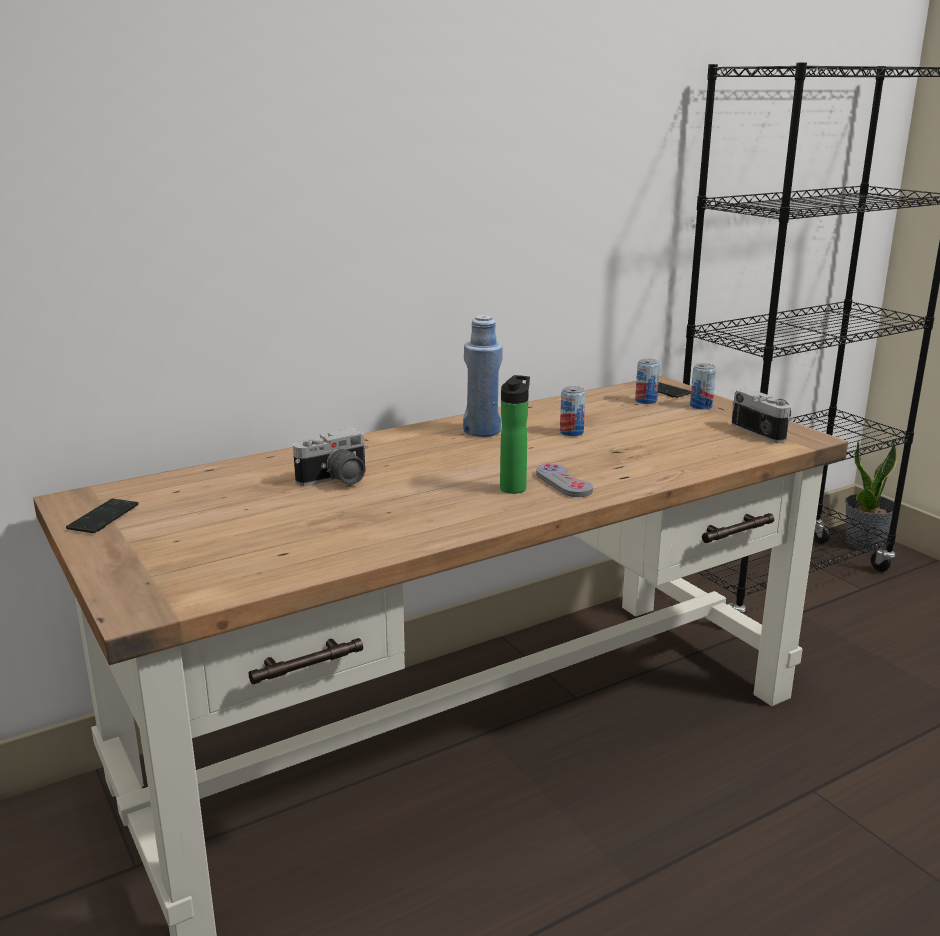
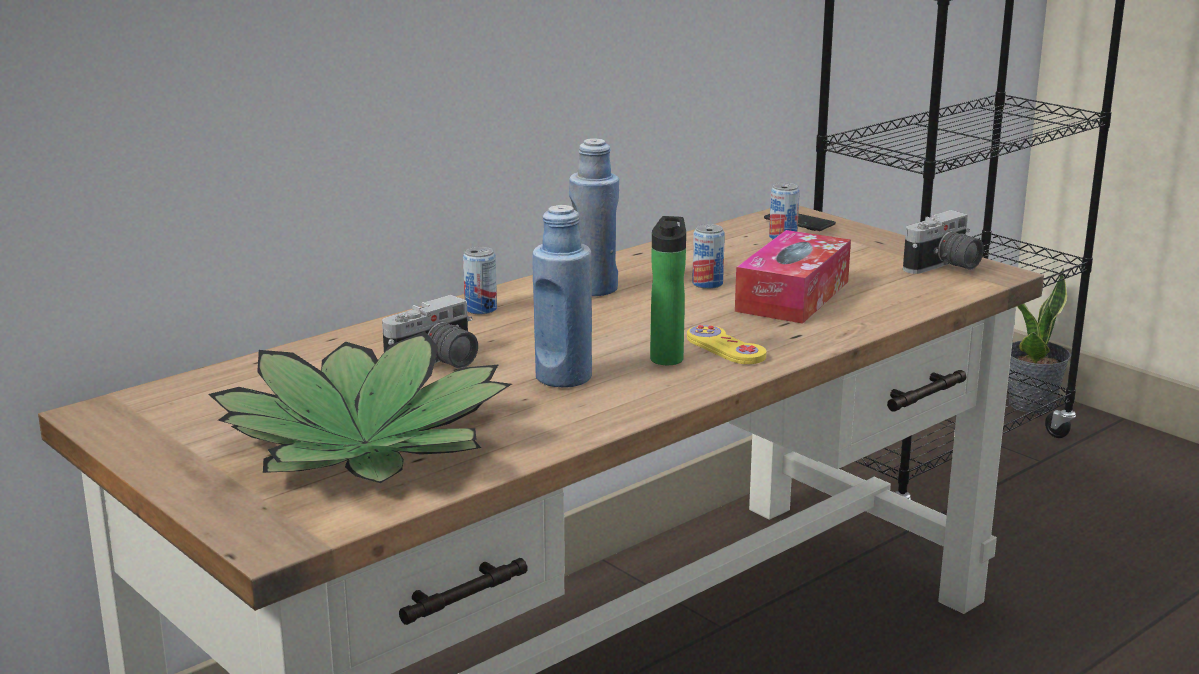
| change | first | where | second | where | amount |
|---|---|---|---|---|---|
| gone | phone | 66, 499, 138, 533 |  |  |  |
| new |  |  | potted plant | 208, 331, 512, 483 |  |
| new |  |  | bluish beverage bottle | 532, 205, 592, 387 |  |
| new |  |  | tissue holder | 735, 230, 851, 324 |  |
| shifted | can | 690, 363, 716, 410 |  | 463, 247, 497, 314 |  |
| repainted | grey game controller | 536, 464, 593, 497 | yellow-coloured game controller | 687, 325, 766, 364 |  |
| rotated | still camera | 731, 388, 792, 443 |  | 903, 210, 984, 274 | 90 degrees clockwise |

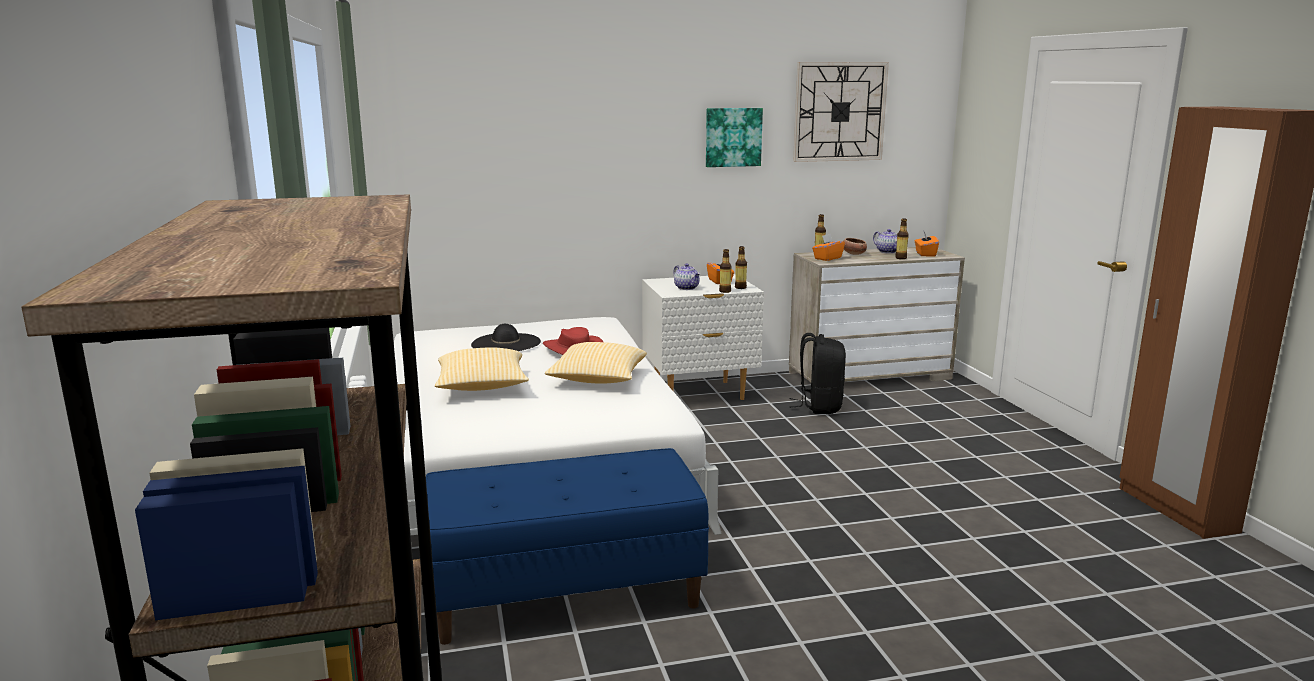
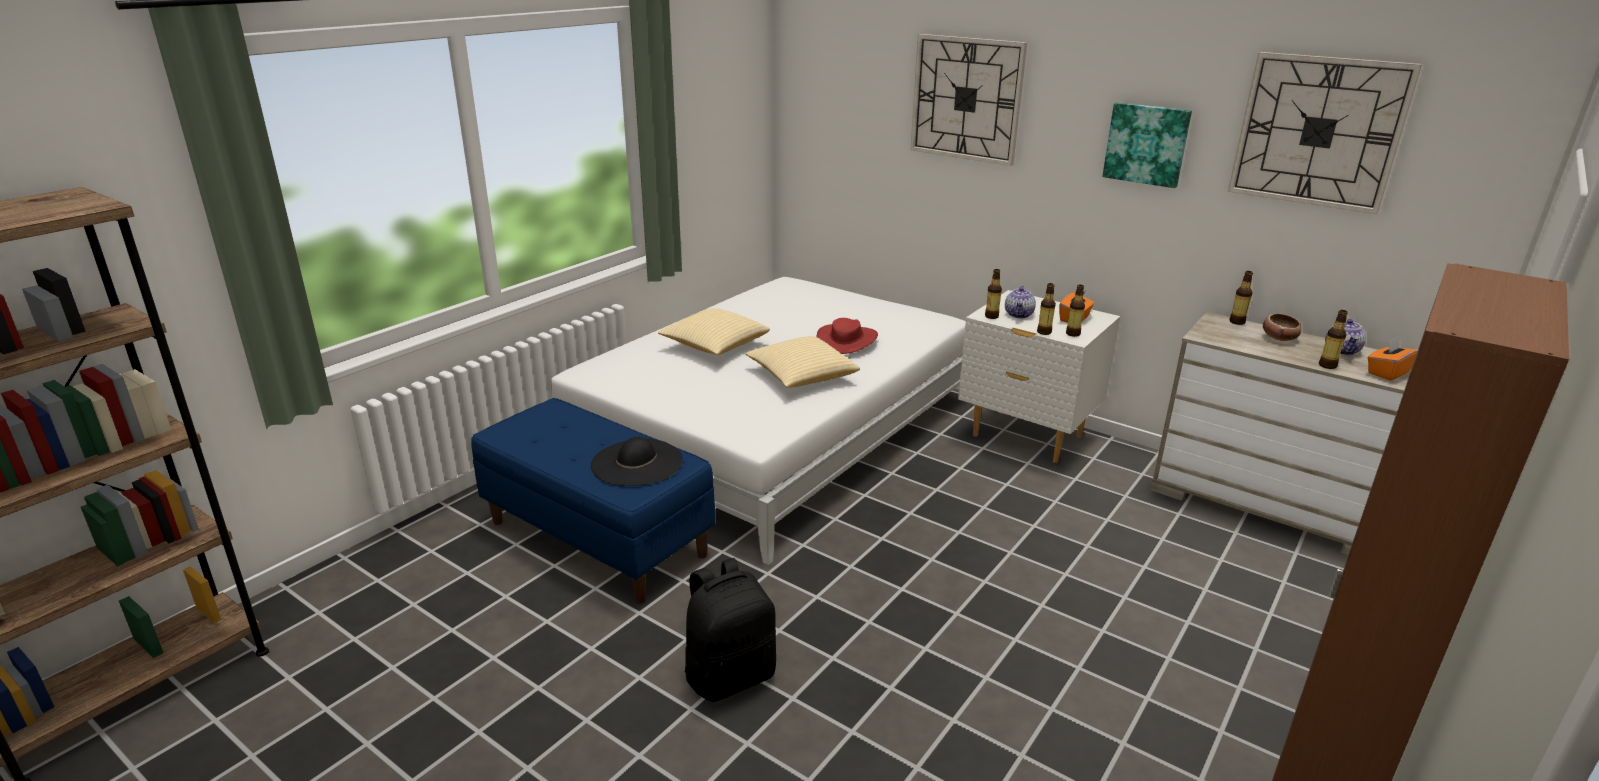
| change | first | where | second | where | amount |
|---|---|---|---|---|---|
| gone | orange tissue holder | 812, 234, 845, 261 |  |  |  |
| new |  |  | hanging clock | 910, 34, 1027, 166 |  |
| new |  |  | beverage bottle | 985, 269, 1002, 319 |  |
| shifted | blackish wearable hat | 471, 324, 541, 351 |  | 591, 437, 683, 486 |  |
| shifted | blackish rucksack | 789, 333, 846, 414 |  | 685, 558, 776, 702 |  |

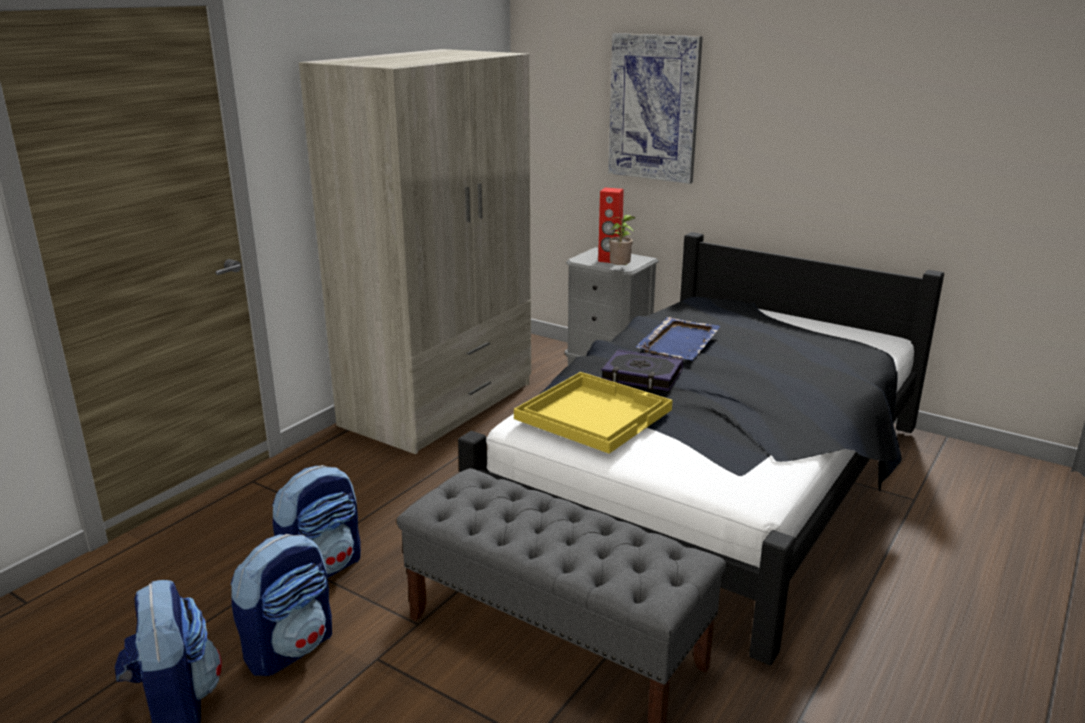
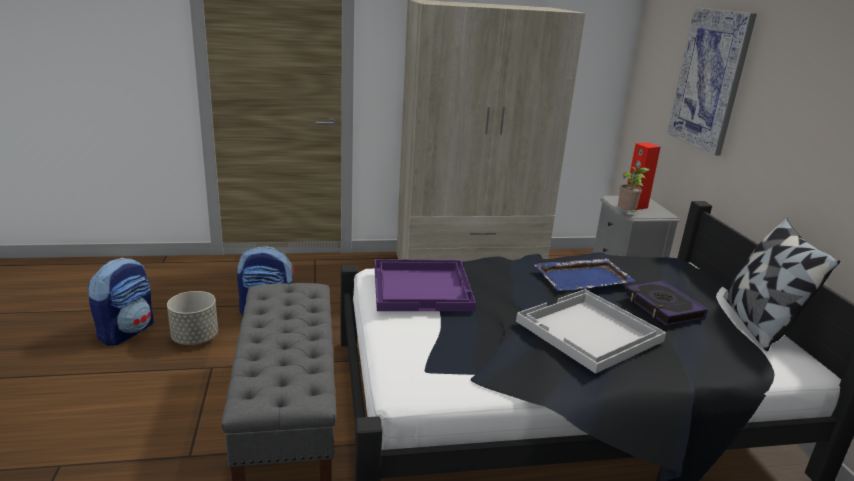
| change | first | where | second | where | amount |
|---|---|---|---|---|---|
| new |  |  | white tray | 516, 289, 666, 374 |  |
| new |  |  | throw pillow | 724, 217, 840, 351 |  |
| shifted | book | 601, 350, 683, 391 |  | 624, 281, 708, 326 |  |
| swapped | rucksack | 231, 534, 332, 676 | grey flower pot | 167, 291, 218, 345 |  |
| repainted | yellow-coloured tray | 514, 372, 673, 454 | purple-coloured tray | 375, 259, 476, 311 |  |

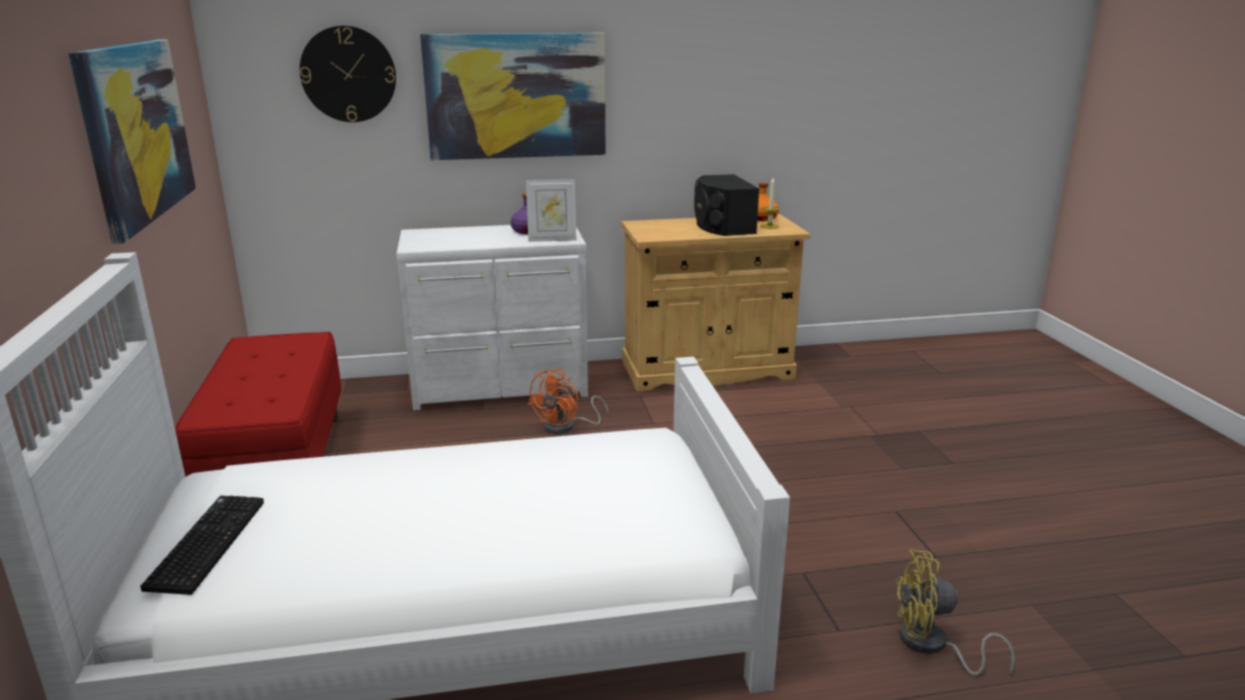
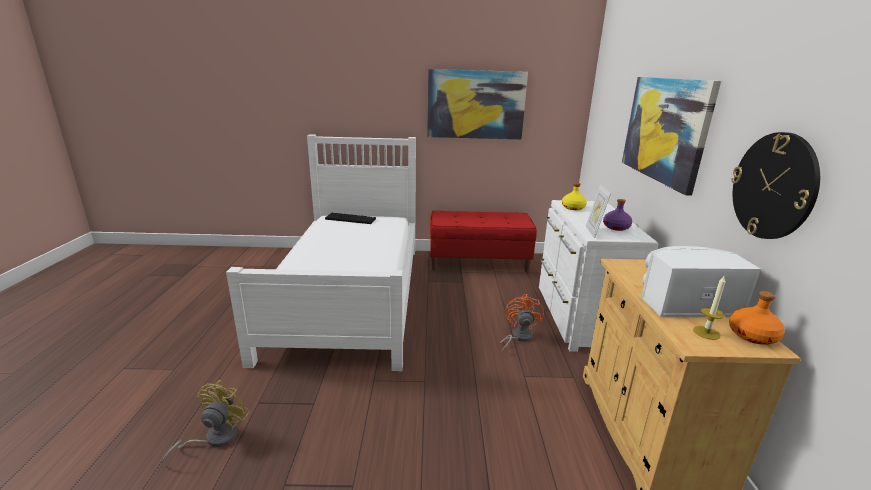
| change | first | where | second | where | amount |
|---|---|---|---|---|---|
| new |  |  | yellow-coloured beverage bottle | 562, 182, 587, 210 |  |
| shifted | hanging clock | 300, 26, 396, 122 |  | 731, 132, 820, 239 |  |
| repainted | blackish loudspeaker | 694, 174, 759, 236 | white loudspeaker | 641, 246, 761, 317 |  |
| rotated | orange electric fan | 528, 368, 609, 434 |  | 500, 294, 544, 352 | 60 degrees clockwise |

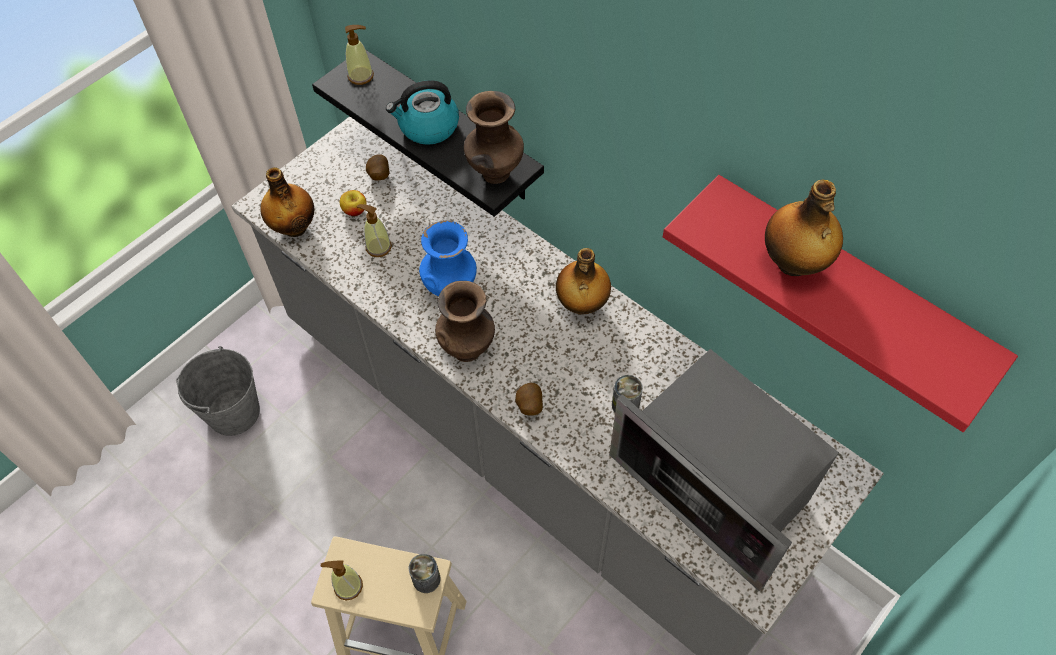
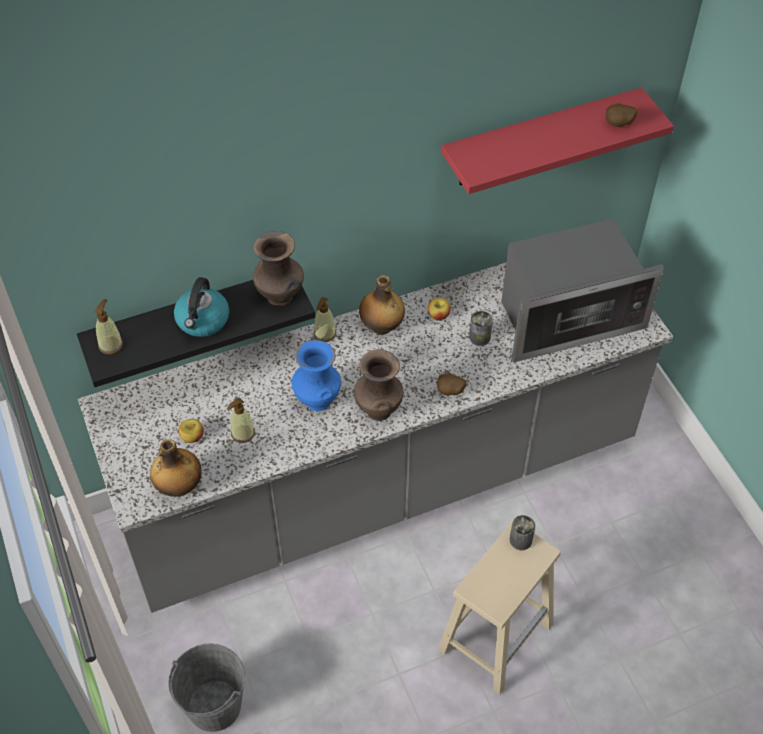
| change | first | where | second | where | amount |
|---|---|---|---|---|---|
| gone | beverage bottle | 765, 180, 843, 276 |  |  |  |
| new |  |  | apple | 428, 298, 451, 320 |  |
| shifted | liquid soap bottle | 320, 560, 363, 601 |  | 314, 297, 336, 342 |  |
| shifted | potato | 366, 154, 390, 180 |  | 606, 103, 638, 127 |  |

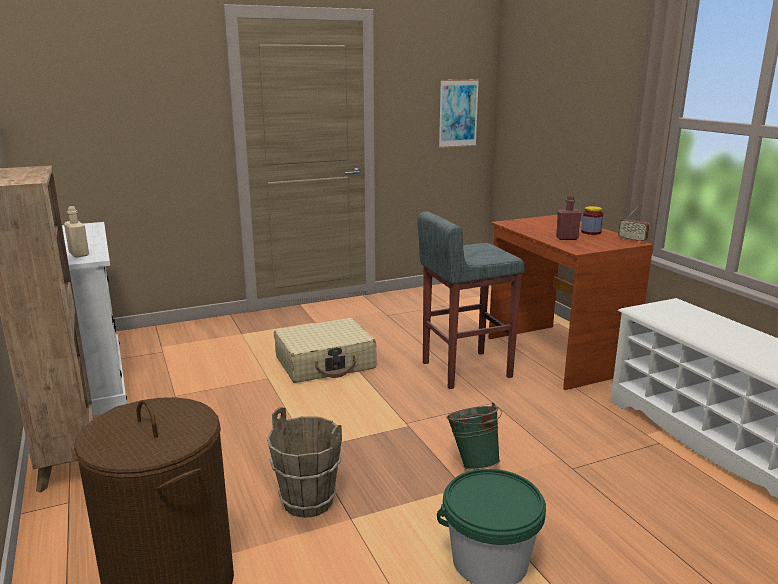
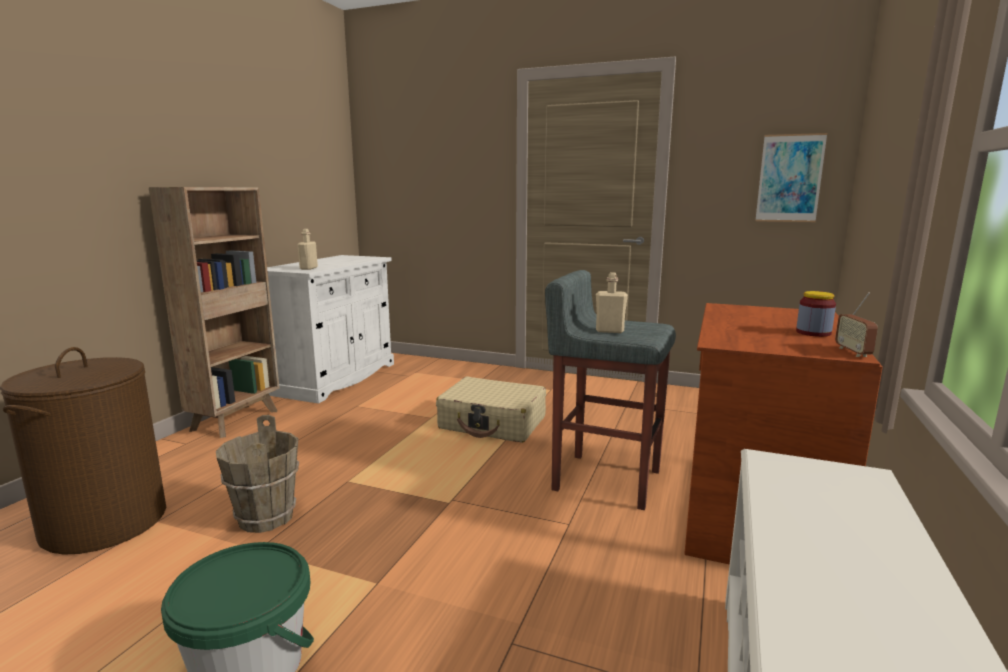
| change | first | where | second | where | amount |
|---|---|---|---|---|---|
| gone | green pail | 446, 403, 502, 470 |  |  |  |
| gone | red-coloured beverage bottle | 556, 195, 582, 240 |  |  |  |
| new |  |  | beige-coloured beverage bottle | 596, 272, 628, 333 |  |

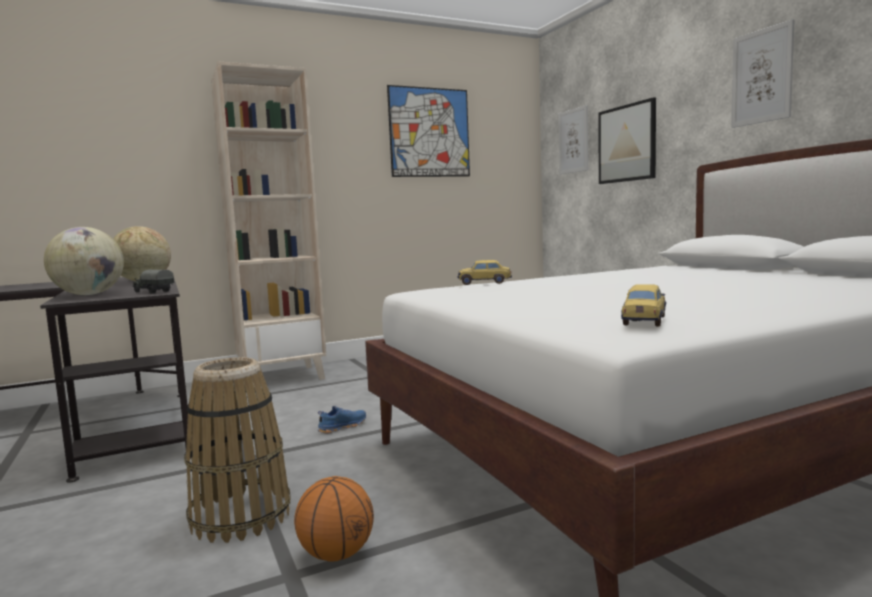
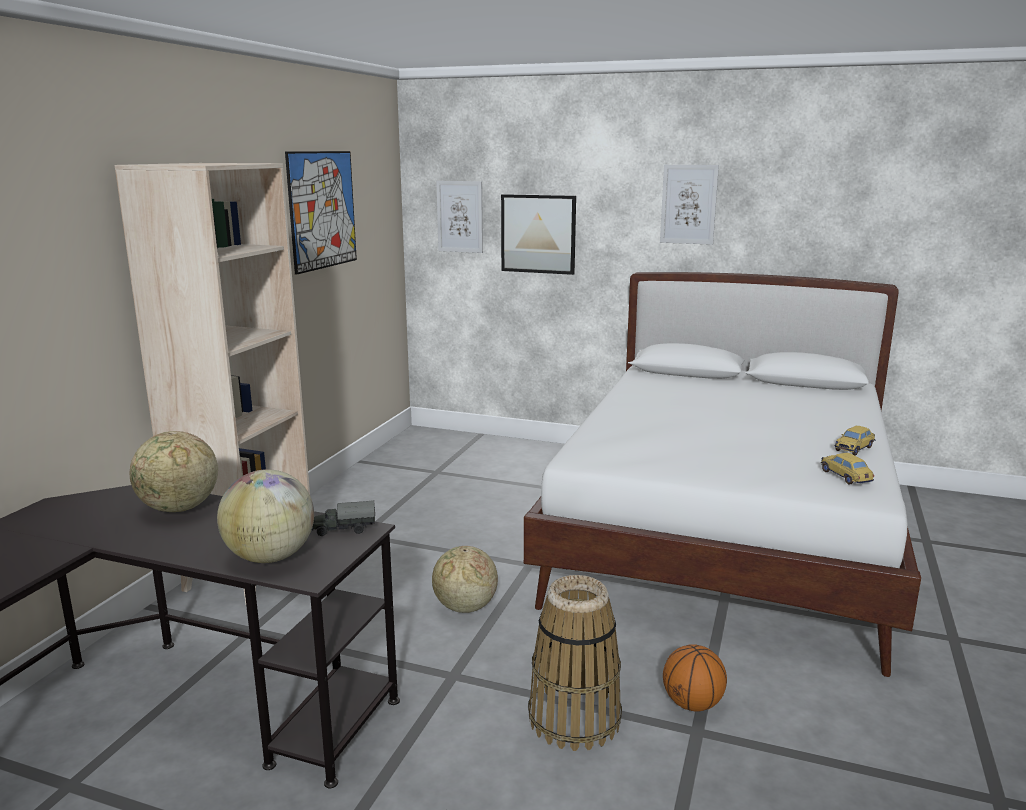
| change | first | where | second | where | amount |
|---|---|---|---|---|---|
| shifted | model car | 457, 260, 512, 285 |  | 835, 426, 875, 456 |  |
| swapped | bluish item of footwear | 318, 406, 366, 433 | world globe | 432, 546, 498, 613 |  |

